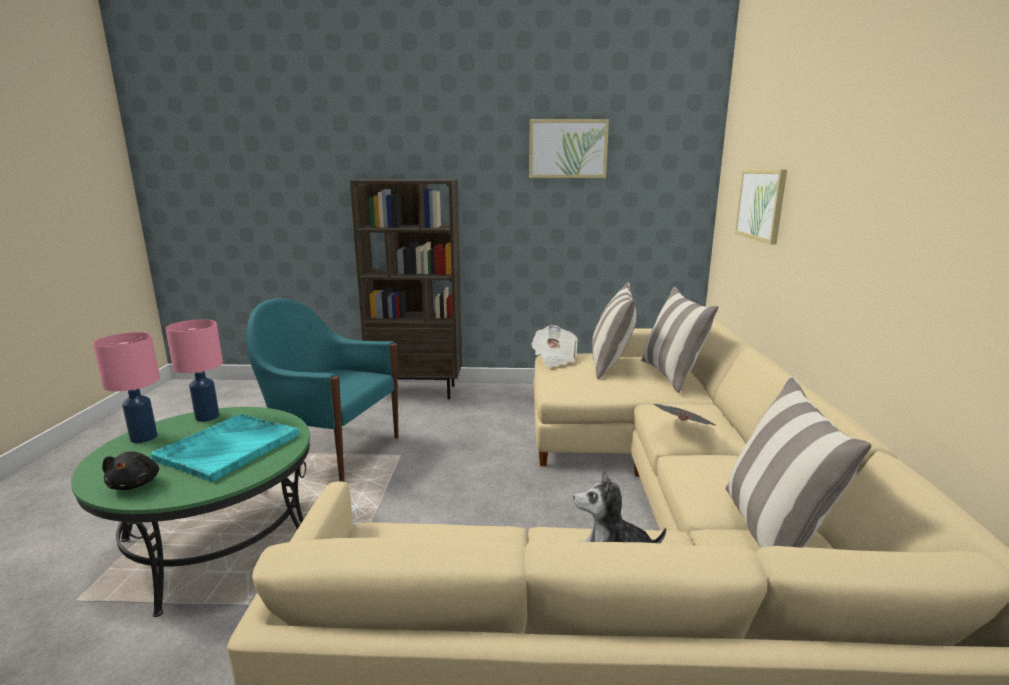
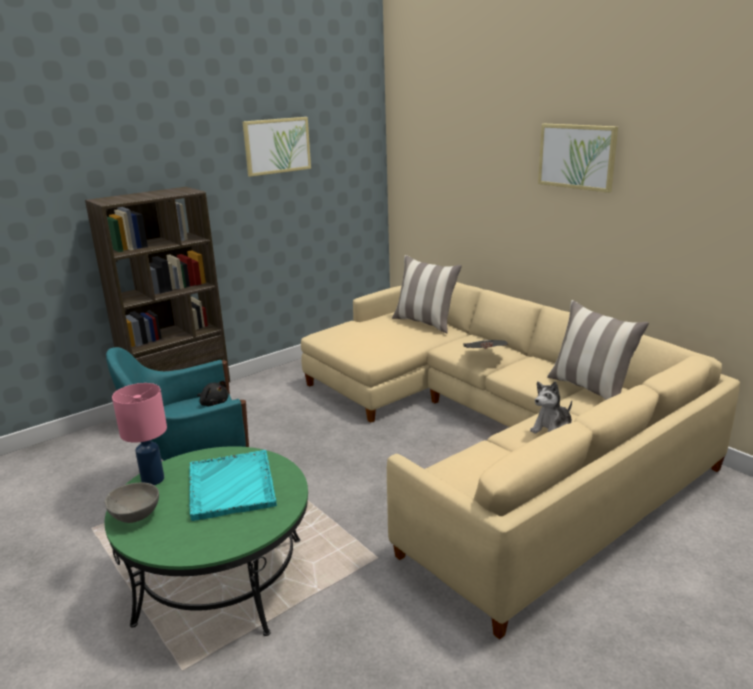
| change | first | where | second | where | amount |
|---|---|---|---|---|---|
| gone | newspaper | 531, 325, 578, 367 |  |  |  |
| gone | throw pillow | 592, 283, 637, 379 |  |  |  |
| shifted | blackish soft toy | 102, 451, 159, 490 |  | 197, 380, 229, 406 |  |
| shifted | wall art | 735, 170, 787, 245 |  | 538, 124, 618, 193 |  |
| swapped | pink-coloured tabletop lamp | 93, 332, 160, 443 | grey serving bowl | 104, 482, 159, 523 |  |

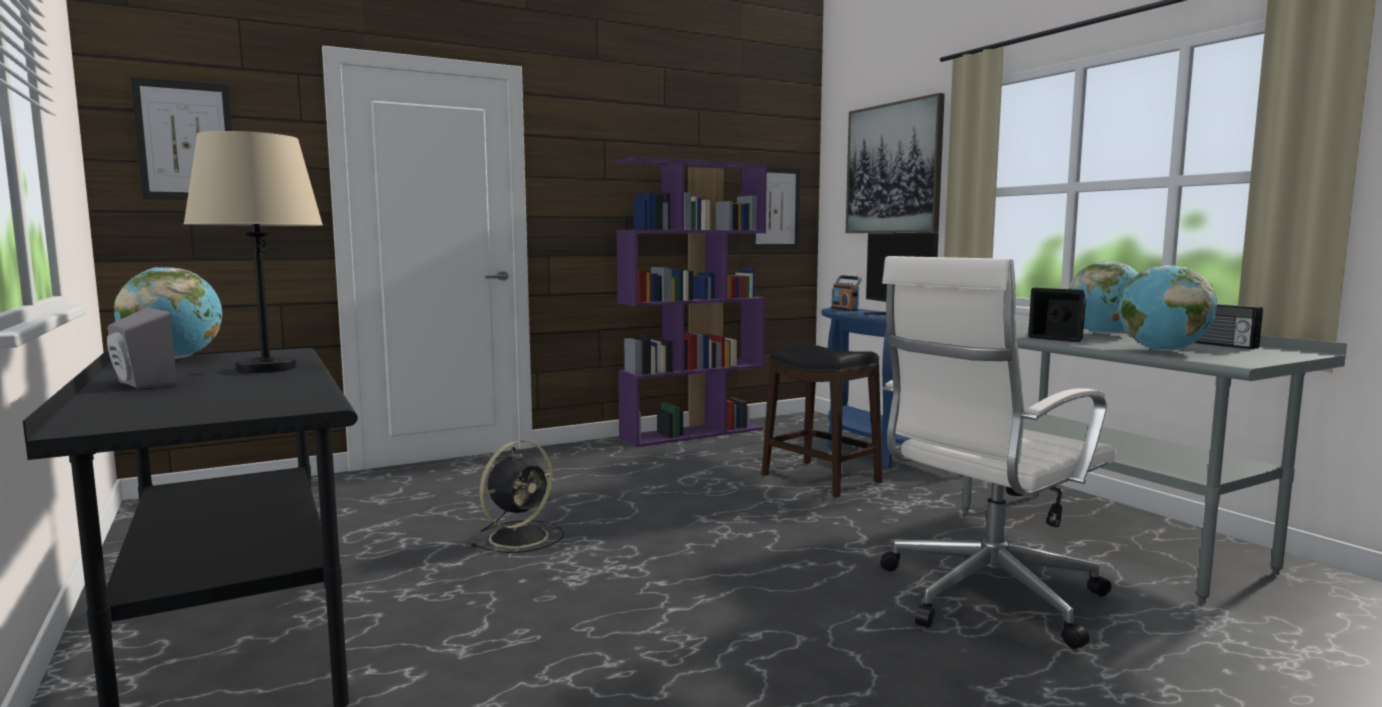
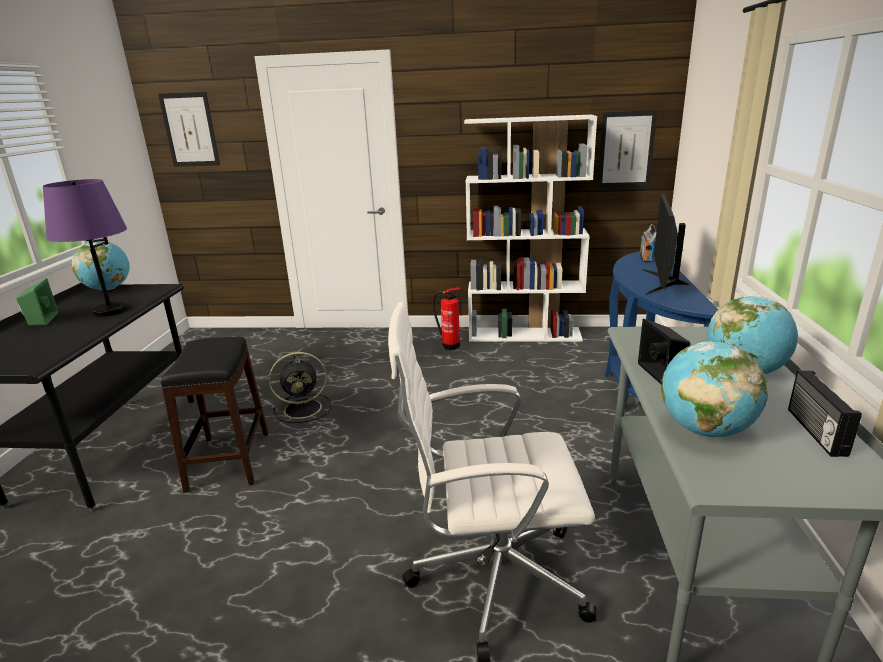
| change | first | where | second | where | amount |
|---|---|---|---|---|---|
| gone | wall art | 845, 93, 945, 233 |  |  |  |
| new |  |  | fire extinguisher | 432, 288, 460, 350 |  |
| shifted | blackish stool seat | 762, 344, 882, 497 |  | 161, 337, 268, 492 |  |
| repainted | grey loudspeaker | 107, 308, 177, 389 | green loudspeaker | 16, 278, 58, 326 |  |
| repainted | beige-coloured tabletop lamp | 184, 131, 323, 373 | purple-coloured tabletop lamp | 43, 179, 127, 317 |  |
| repainted | purple-coloured shelving unit | 615, 157, 767, 447 | white shelving unit | 464, 115, 597, 341 |  |

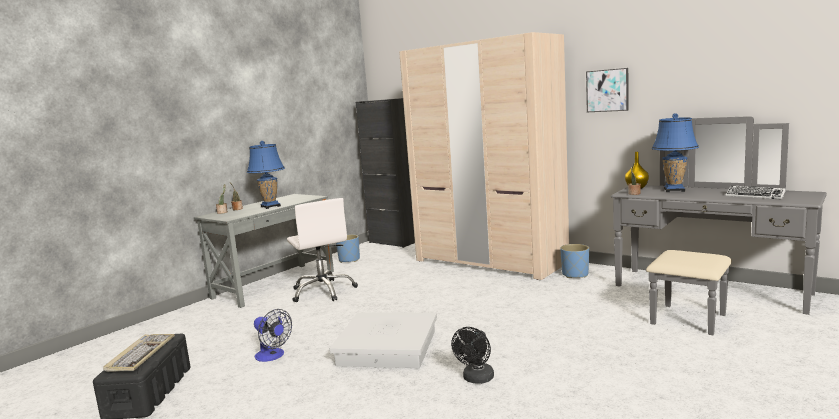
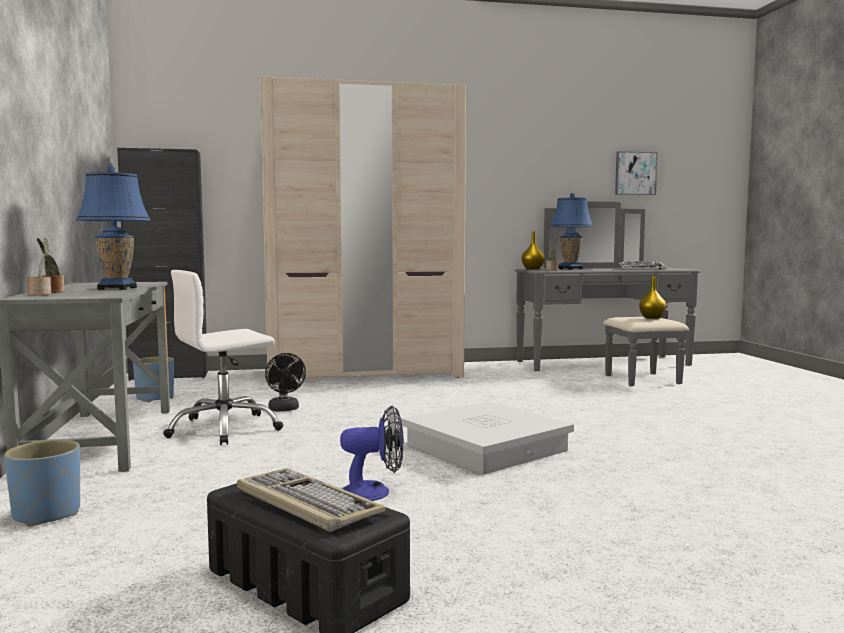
| change | first | where | second | where | amount |
|---|---|---|---|---|---|
| new |  |  | yellow-coloured flower vase | 639, 276, 666, 319 |  |
| shifted | blackish electric fan | 451, 327, 494, 384 |  | 265, 353, 306, 412 |  |
| shifted | bluish flower pot | 560, 244, 589, 278 |  | 4, 440, 80, 527 |  |
| shifted | wall art | 586, 68, 629, 112 |  | 615, 151, 658, 195 |  |
| rotated | white computer chair | 287, 198, 358, 302 |  | 163, 270, 283, 445 | 135 degrees clockwise |

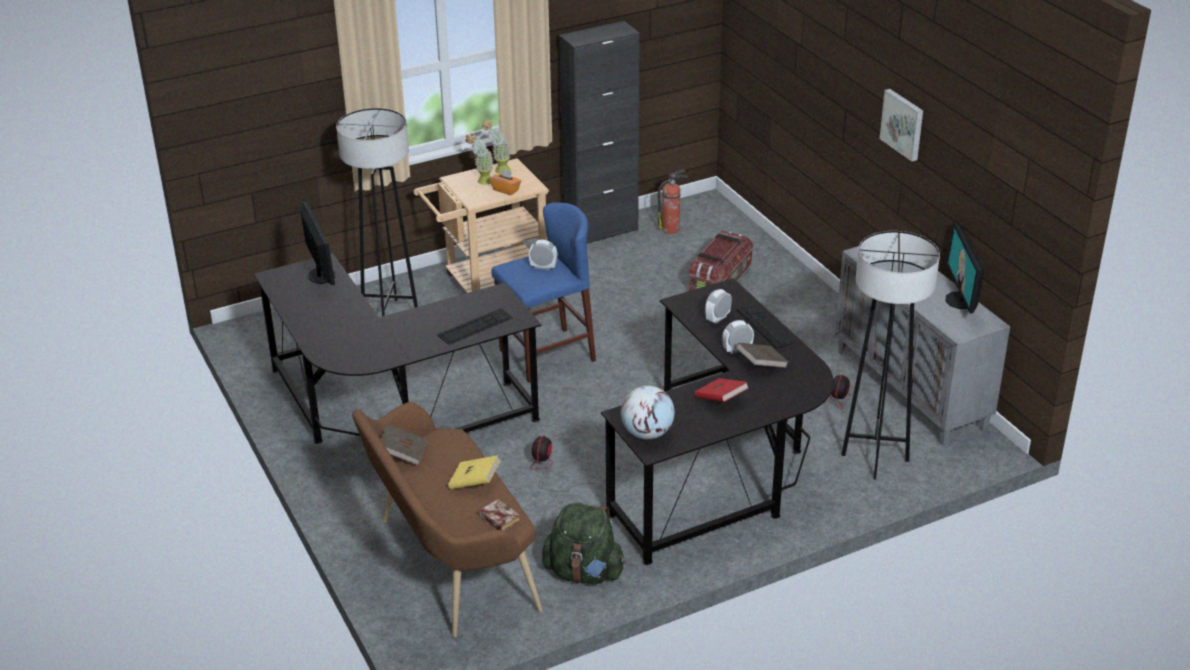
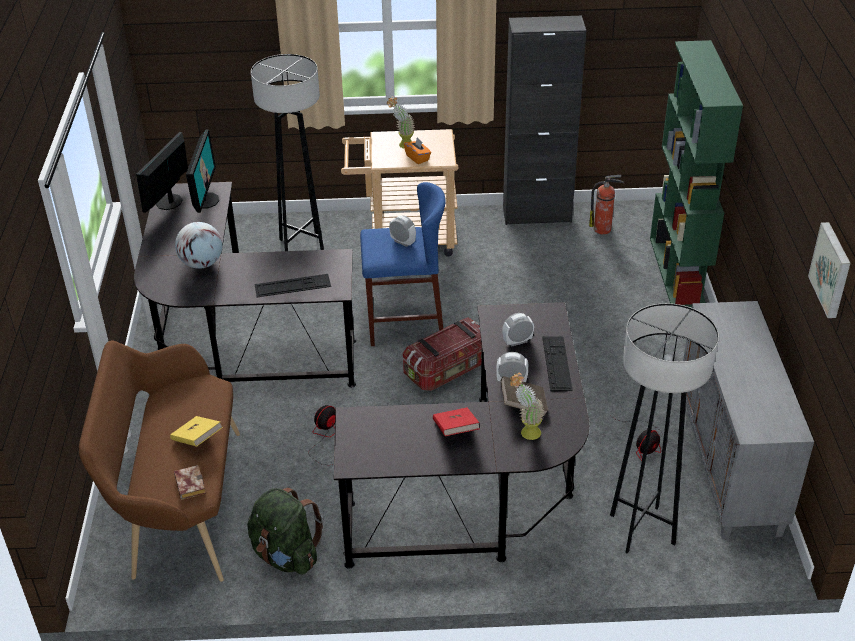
| change | first | where | second | where | amount |
|---|---|---|---|---|---|
| gone | brown book | 381, 425, 427, 465 |  |  |  |
| new |  |  | green shelving unit | 650, 40, 743, 308 |  |
| shifted | potted plant | 482, 119, 511, 174 |  | 510, 373, 544, 440 |  |
| shifted | world globe | 621, 386, 675, 440 |  | 175, 222, 222, 269 |  |
| shifted | storage container | 689, 230, 753, 291 |  | 403, 317, 482, 391 |  |
| shifted | wall art | 880, 89, 923, 161 |  | 808, 222, 850, 318 |  |
| shifted | monitor | 946, 222, 985, 314 |  | 136, 132, 188, 213 |  |

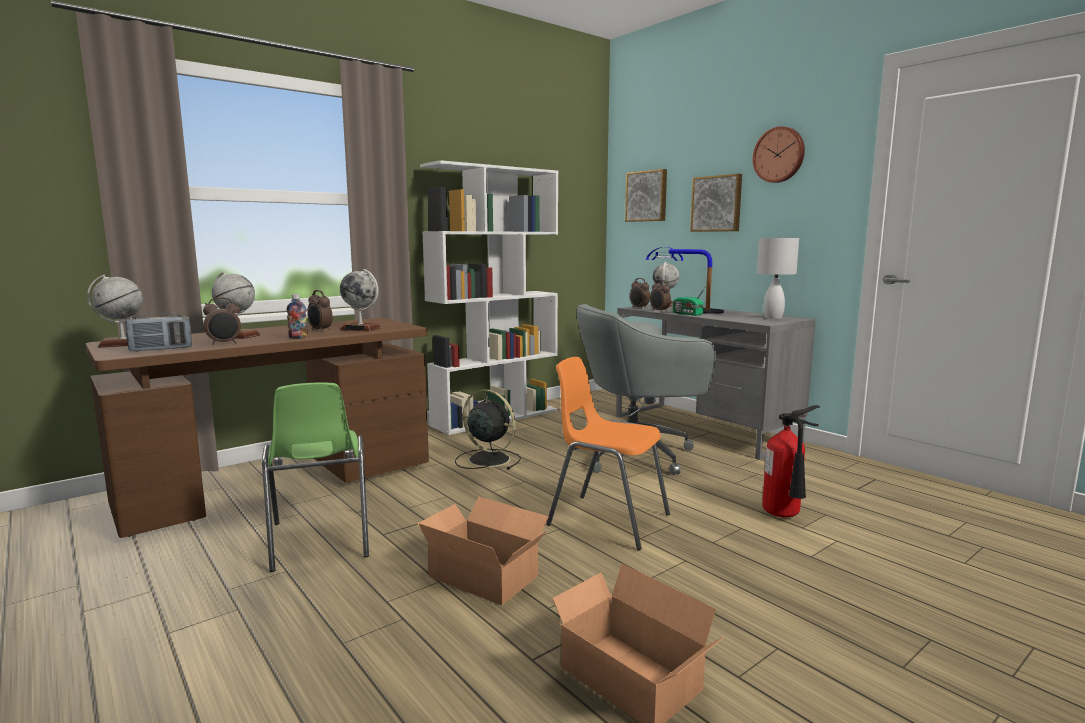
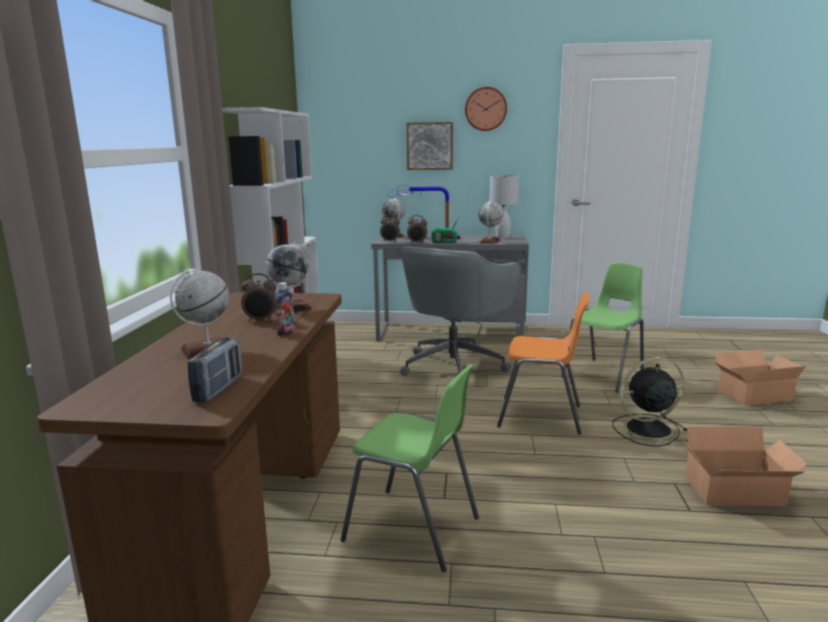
| change | first | where | second | where | amount |
|---|---|---|---|---|---|
| gone | table clock | 203, 297, 241, 345 |  |  |  |
| gone | wall art | 625, 169, 667, 222 |  |  |  |
| shifted | world globe | 87, 274, 143, 348 |  | 478, 201, 503, 244 |  |
| shifted | carton | 417, 497, 549, 605 |  | 714, 350, 806, 406 |  |
| shifted | blackish electric fan | 455, 389, 521, 470 |  | 612, 357, 687, 447 |  |
| swapped | fire extinguisher | 762, 405, 820, 517 | green upright chair | 561, 263, 644, 393 |  |
| rotated | orange upright chair | 546, 357, 670, 550 |  | 497, 292, 589, 434 | 150 degrees counterclockwise |

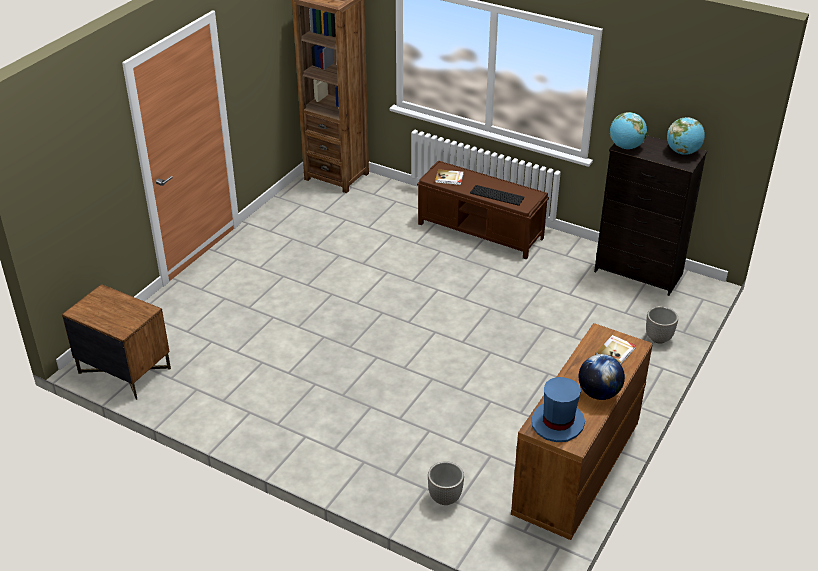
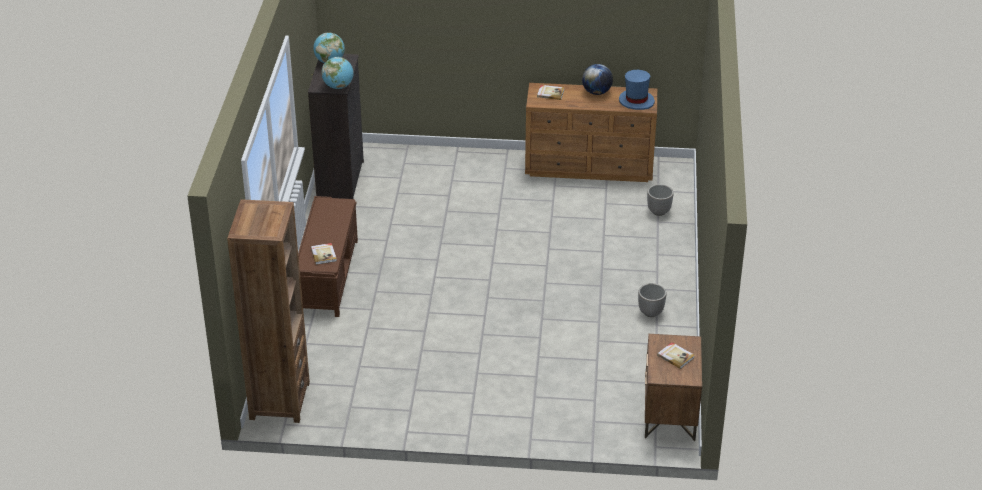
| change | first | where | second | where | amount |
|---|---|---|---|---|---|
| gone | PC keyboard | 470, 185, 525, 206 |  |  |  |
| new |  |  | book | 657, 342, 695, 369 |  |
| shifted | flower pot | 646, 306, 678, 344 |  | 638, 283, 667, 317 |  |

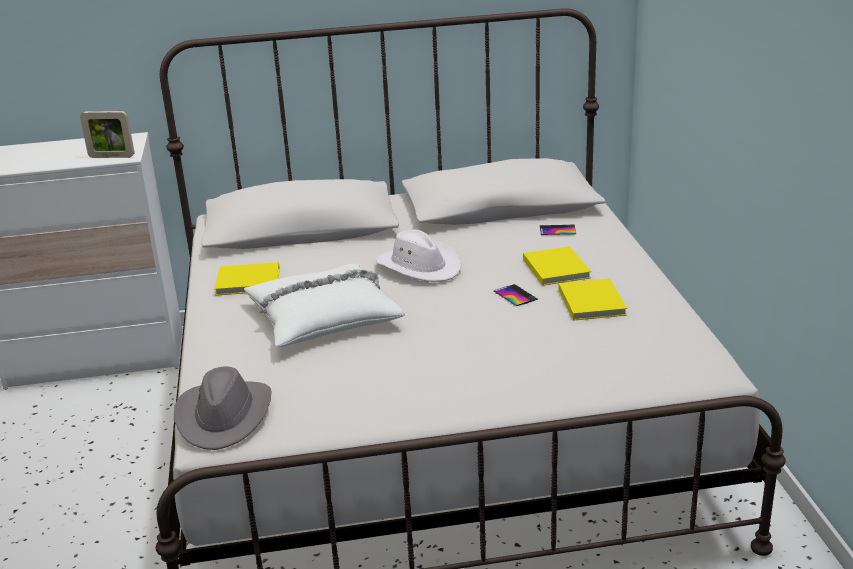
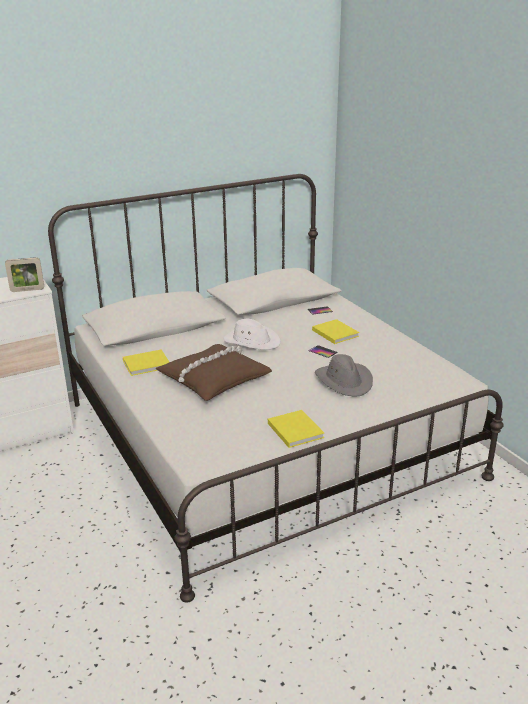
| change | first | where | second | where | amount |
|---|---|---|---|---|---|
| shifted | grey wearable hat | 174, 366, 272, 450 |  | 315, 354, 373, 397 |  |
| shifted | yellow-coloured book | 559, 279, 627, 321 |  | 268, 410, 324, 448 |  |
| repainted | white throw pillow | 244, 264, 405, 347 | brown throw pillow | 156, 344, 272, 401 |  |

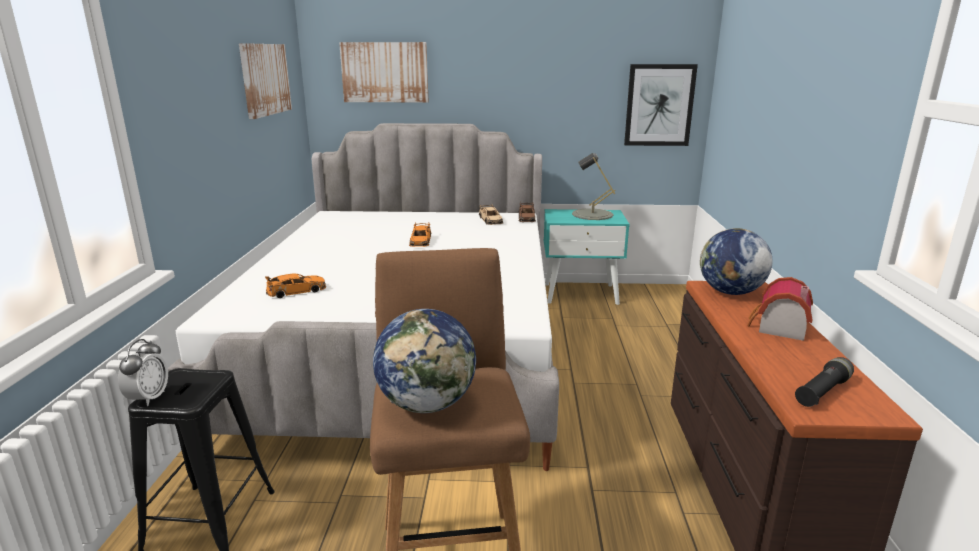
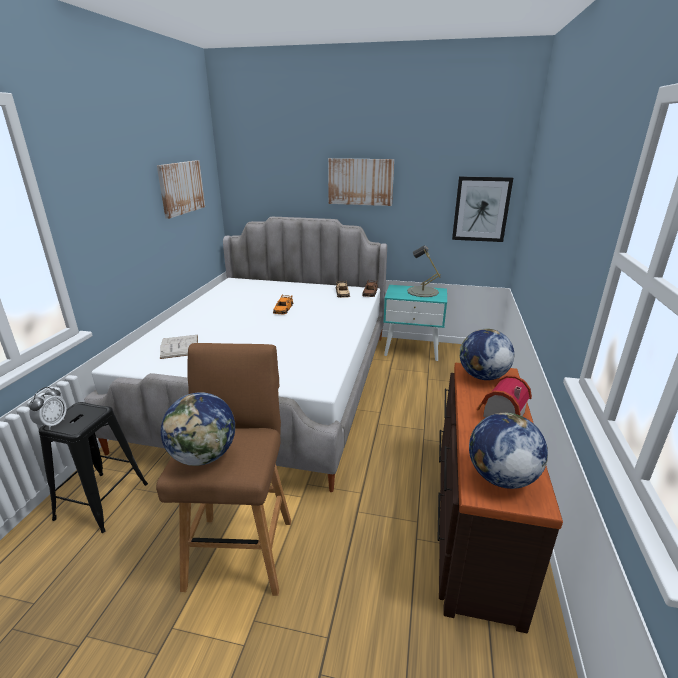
| change | first | where | second | where | amount |
|---|---|---|---|---|---|
| shifted | wall art | 339, 42, 429, 102 |  | 328, 158, 394, 206 |  |
| swapped | orange model car | 265, 274, 326, 298 | white book | 160, 335, 198, 359 |  |
| swapped | blackish flashlight | 795, 357, 854, 407 | world globe | 469, 413, 548, 489 |  |

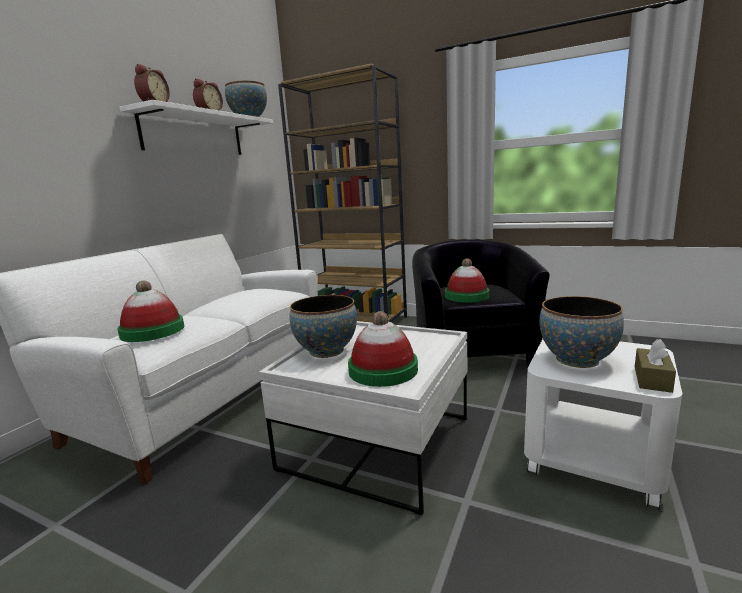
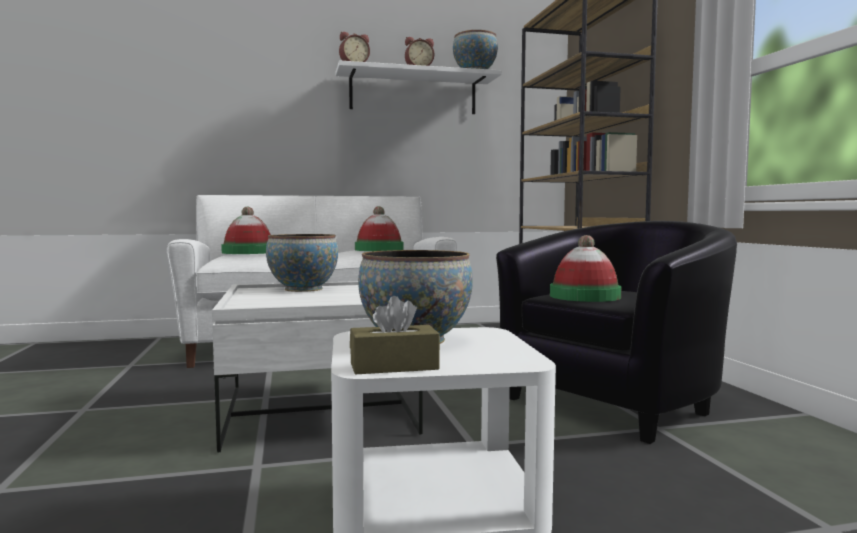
| change | first | where | second | where | amount |
|---|---|---|---|---|---|
| shifted | wearable hat | 348, 311, 418, 387 |  | 355, 206, 403, 251 |  |

